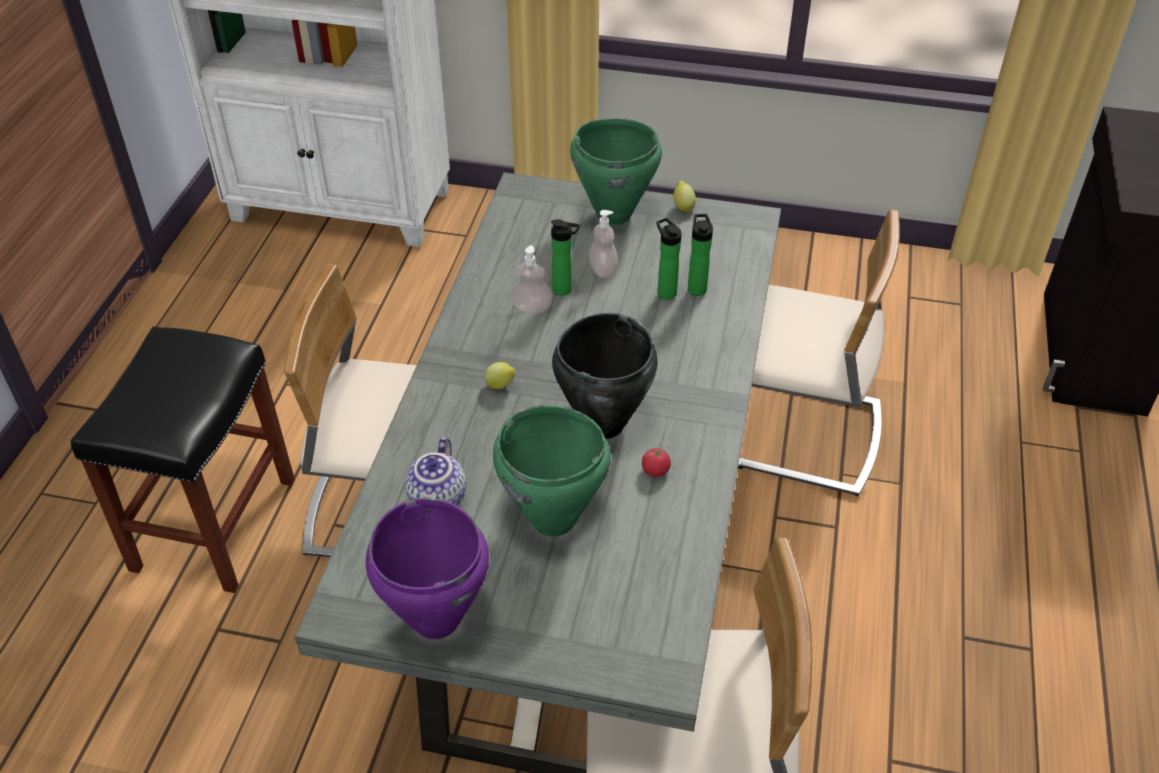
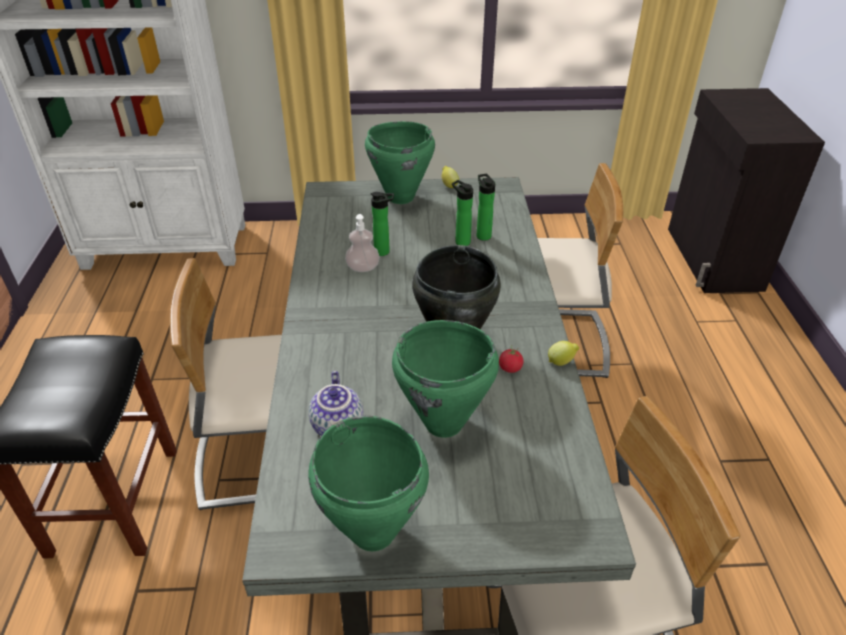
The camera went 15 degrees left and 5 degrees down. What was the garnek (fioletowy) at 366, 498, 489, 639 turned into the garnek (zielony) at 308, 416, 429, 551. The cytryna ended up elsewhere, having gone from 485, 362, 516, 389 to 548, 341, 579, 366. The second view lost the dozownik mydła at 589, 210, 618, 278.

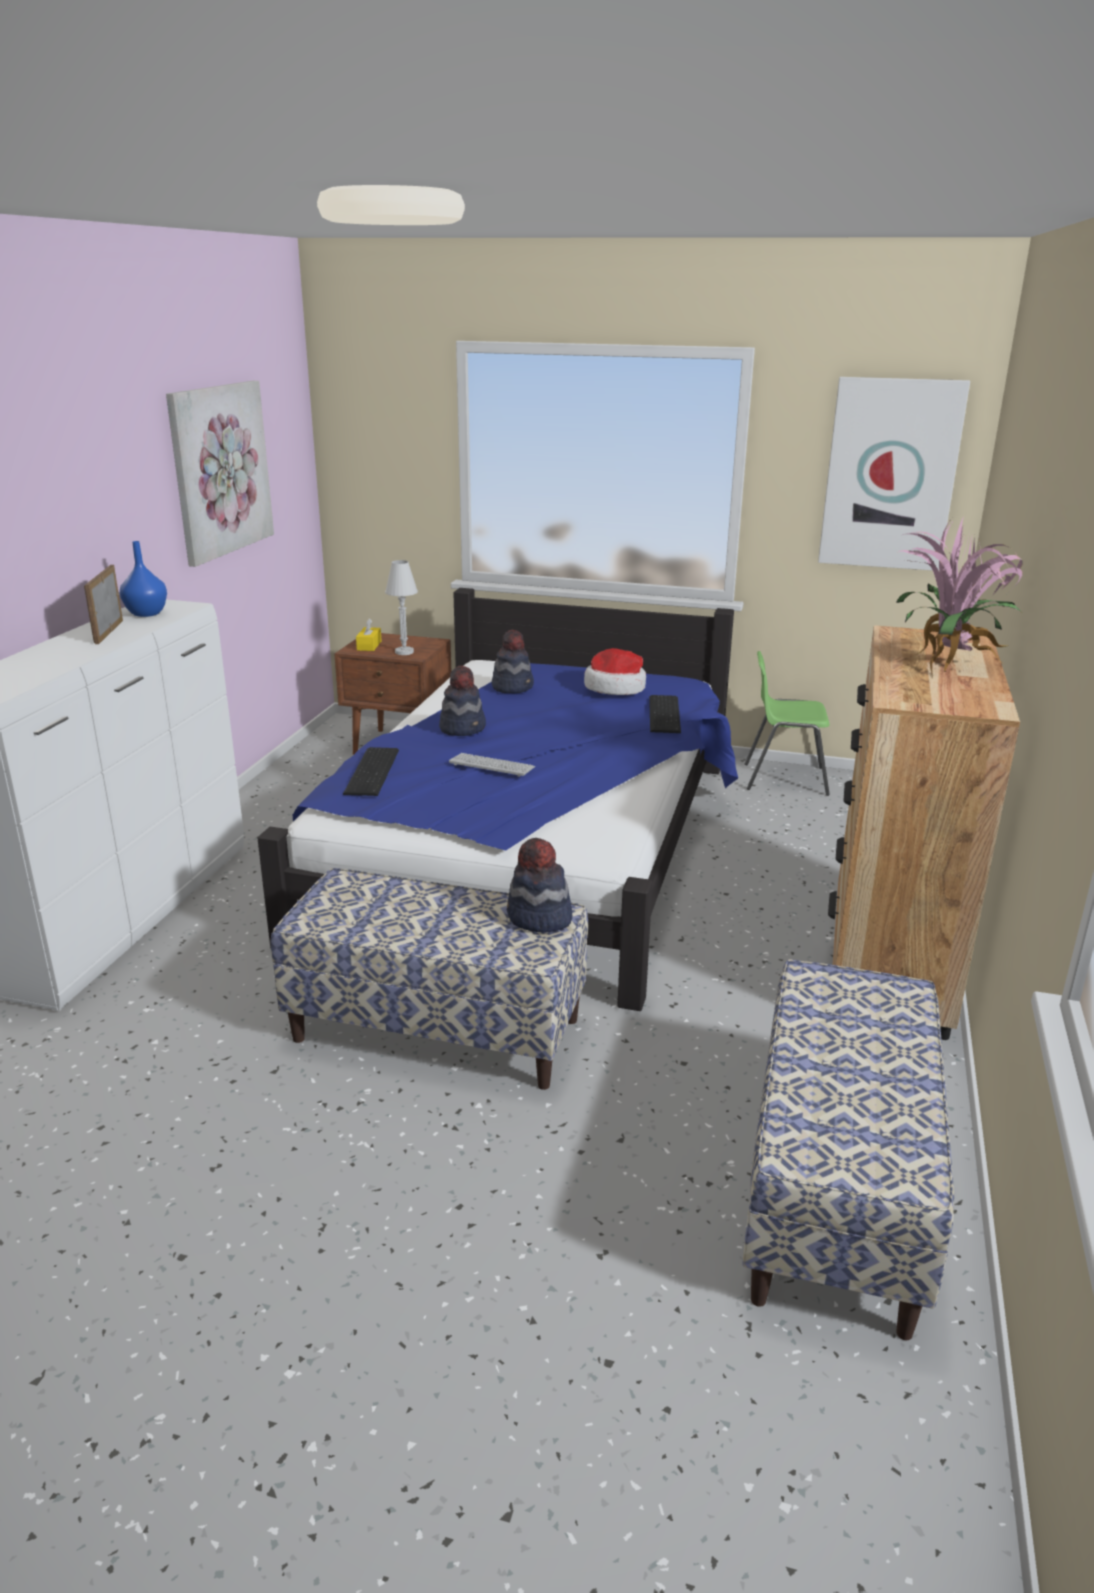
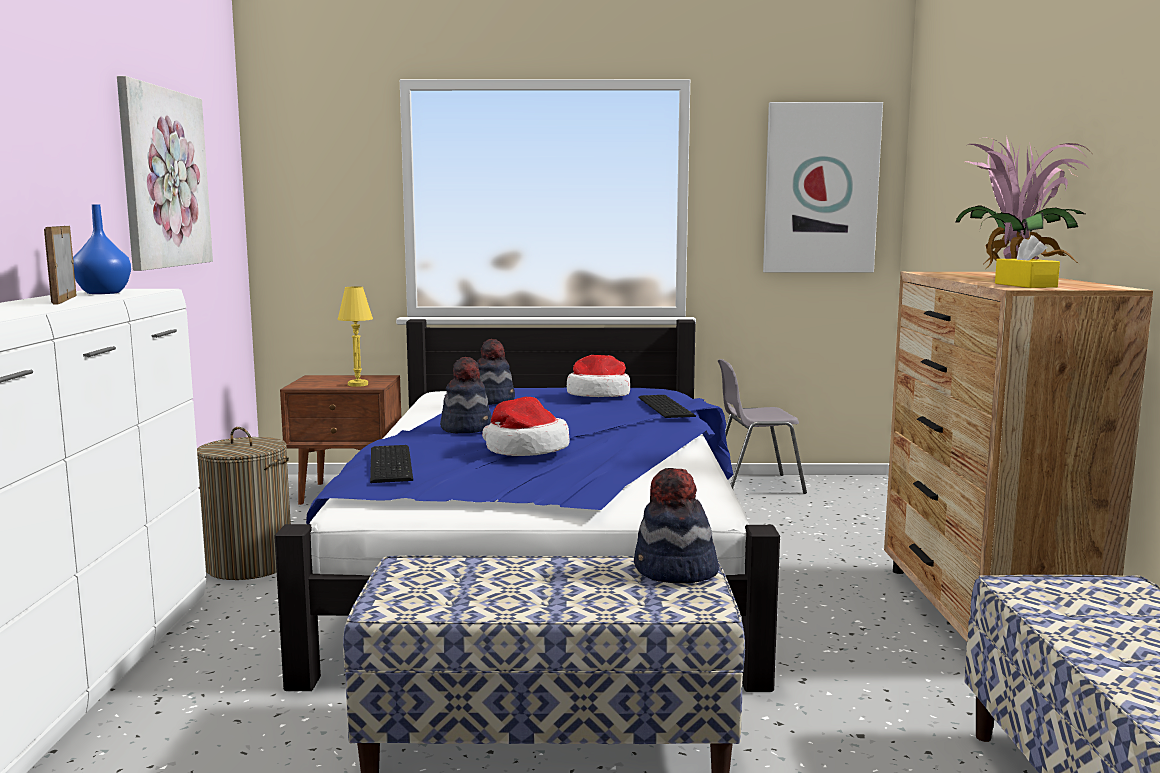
The camera went 15 degrees left and 15 degrees down. The second view gained the kosz na pranie at 197, 427, 291, 580. What was the lampa stołowa (biały) at 385, 560, 418, 655 turned into the lampa stołowa (żółty) at 338, 286, 373, 387. Where the klawiatura stood at 449, 753, 535, 777, the kapelusz came to stand at 482, 397, 569, 456. What was the krzesło (zielony) at 745, 651, 830, 796 turned into the krzesło (szary) at 718, 359, 807, 494. The pudełko chusteczek (żółty) ended up elsewhere, having gone from 356, 619, 381, 651 to 995, 235, 1060, 288.

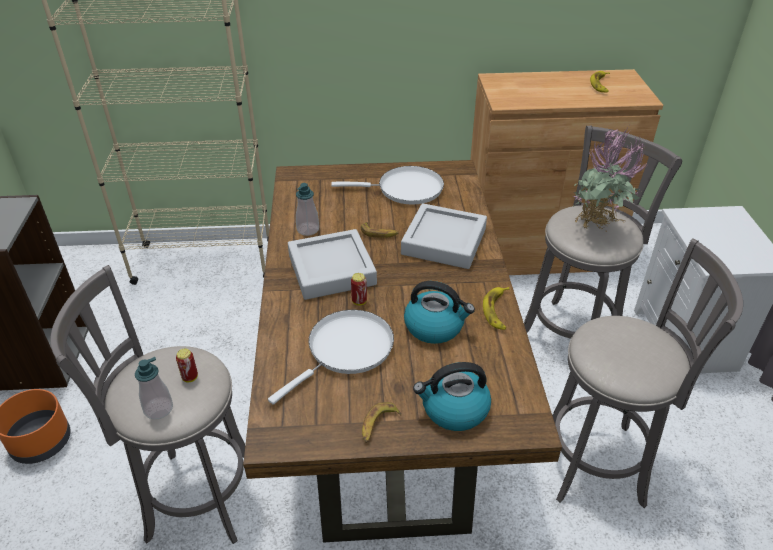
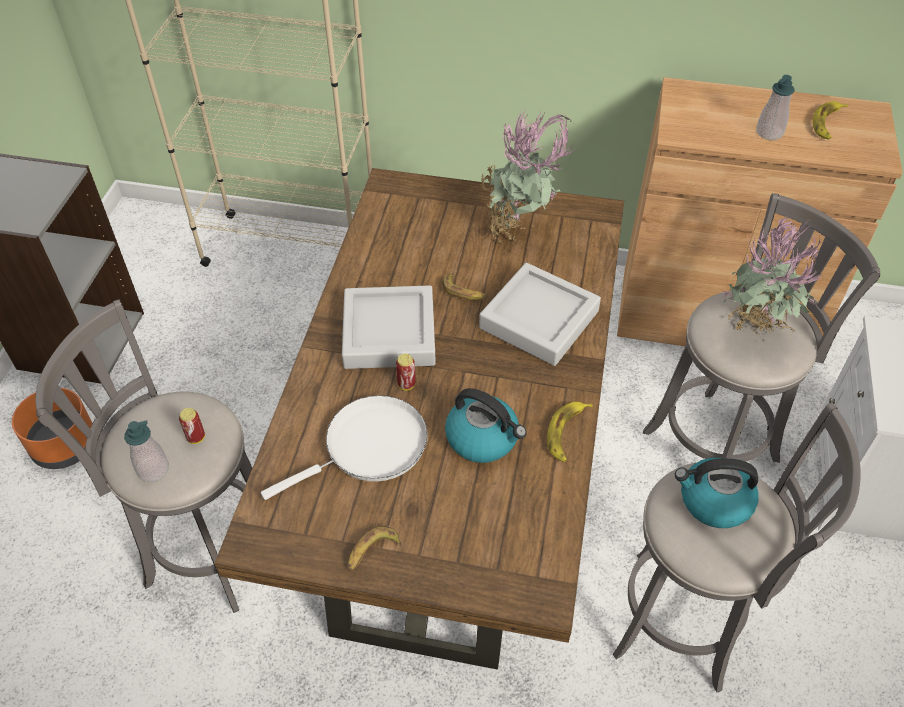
The camera went 15 degrees right and 10 degrees up. Where the patelnia (biały) stood at 331, 166, 444, 205, the roślina doniczkowa came to stand at 481, 110, 577, 244. The czajnik ended up elsewhere, having gone from 413, 362, 491, 431 to 675, 458, 759, 528. The dozownik mydła ended up elsewhere, having gone from 296, 183, 319, 236 to 756, 75, 794, 140.

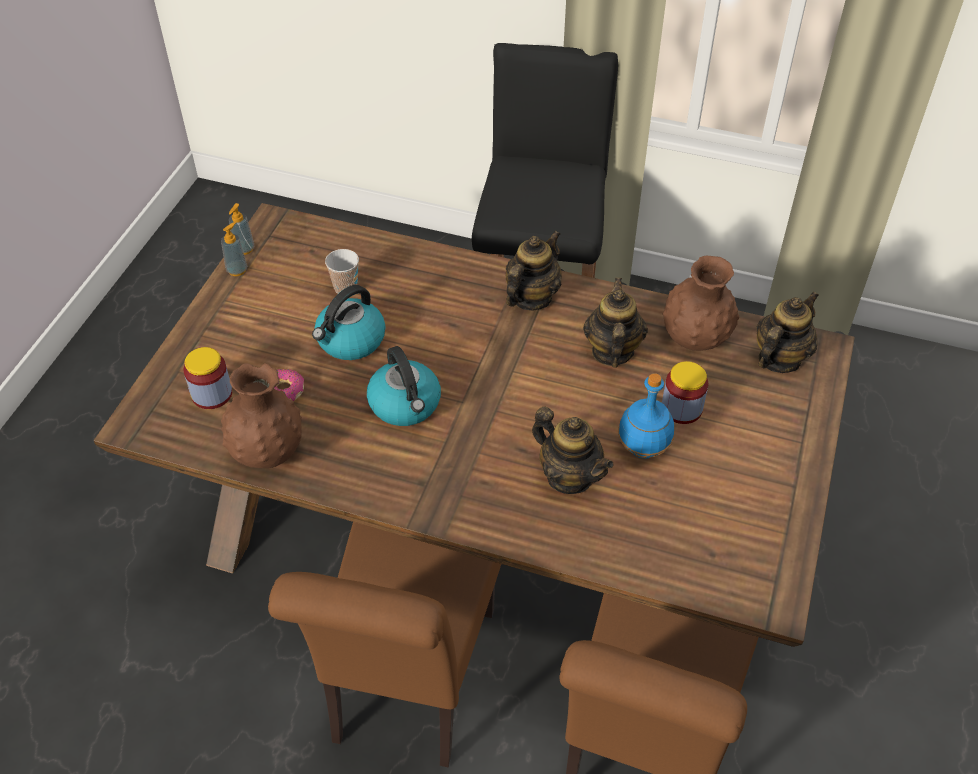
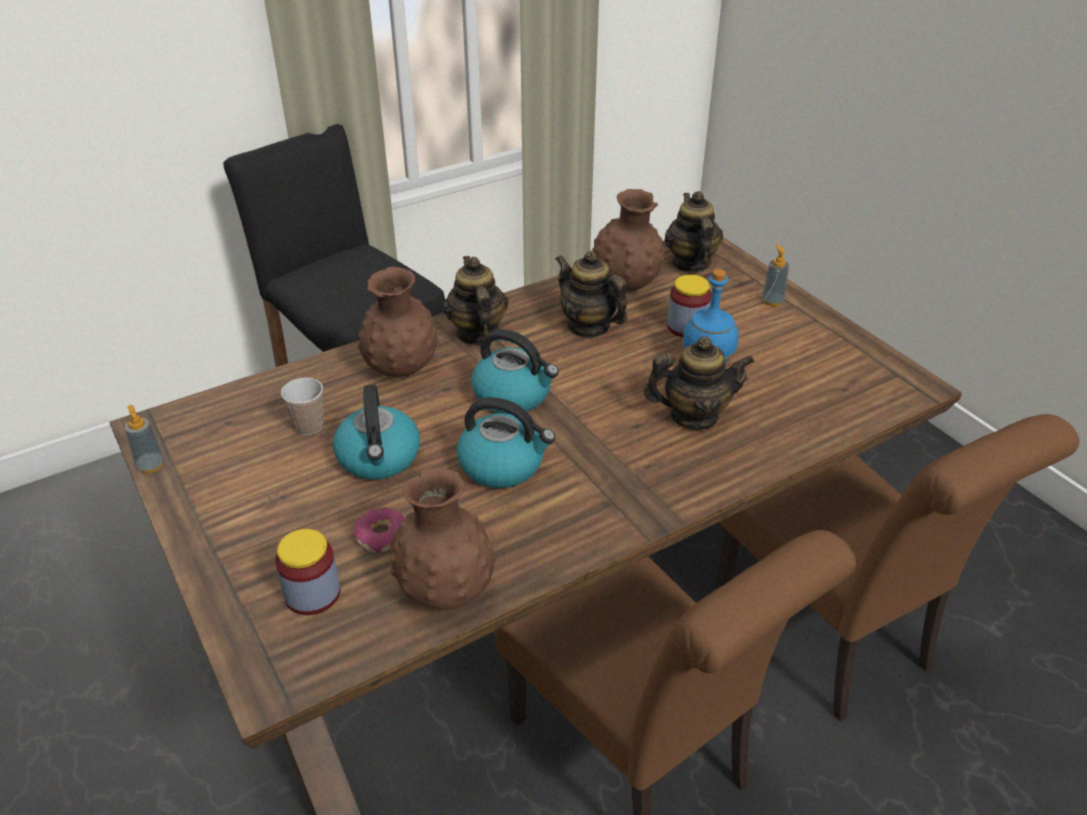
The camera went 50 degrees left and 10 degrees down. The second view gained the wazon (brązowy) at 358, 267, 439, 377. The second view gained the czajnik at 471, 329, 559, 414. The dozownik mydła ended up elsewhere, having gone from 221, 222, 247, 276 to 762, 244, 789, 306.

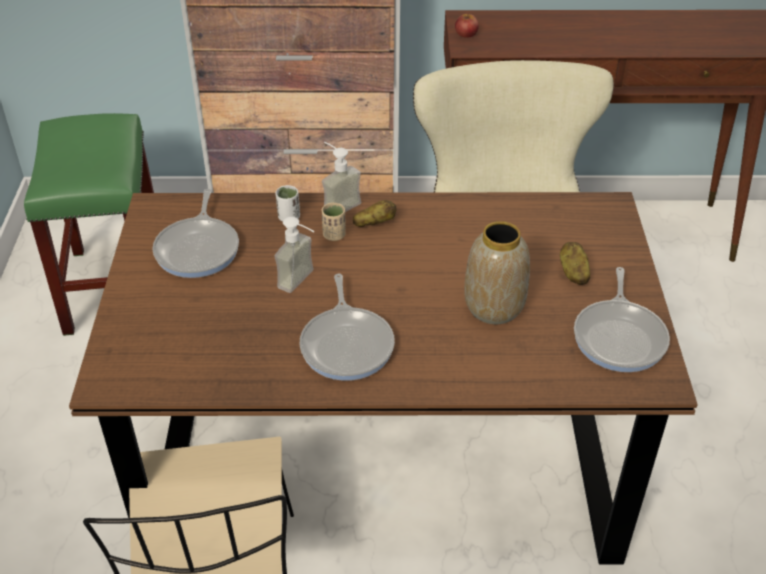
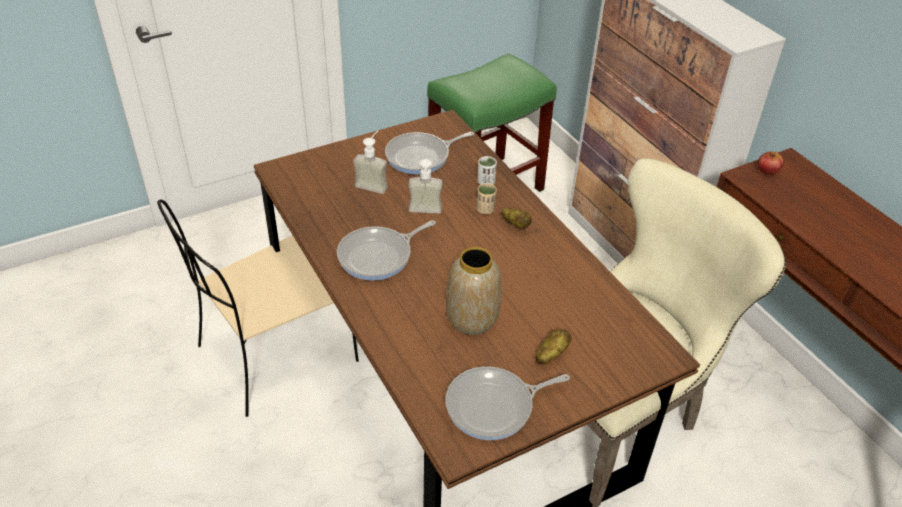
The camera went 60 degrees right and 0 degrees up. The dozownik mydła ended up elsewhere, having gone from 322, 142, 361, 212 to 353, 131, 388, 194.

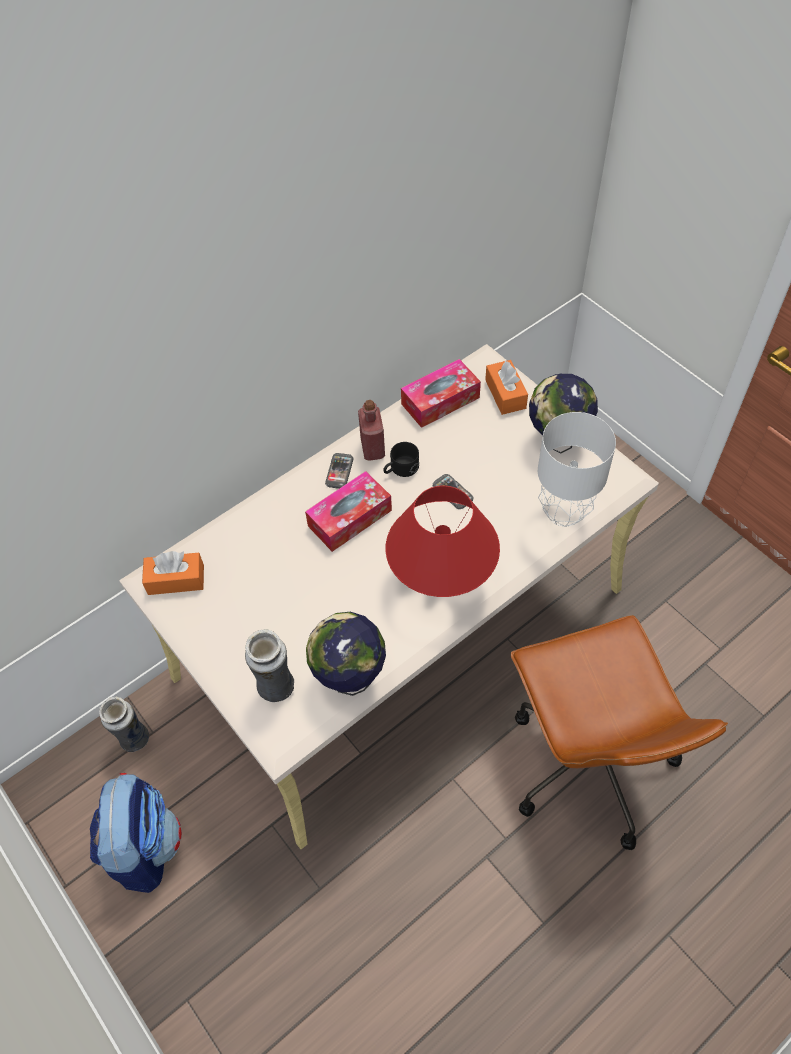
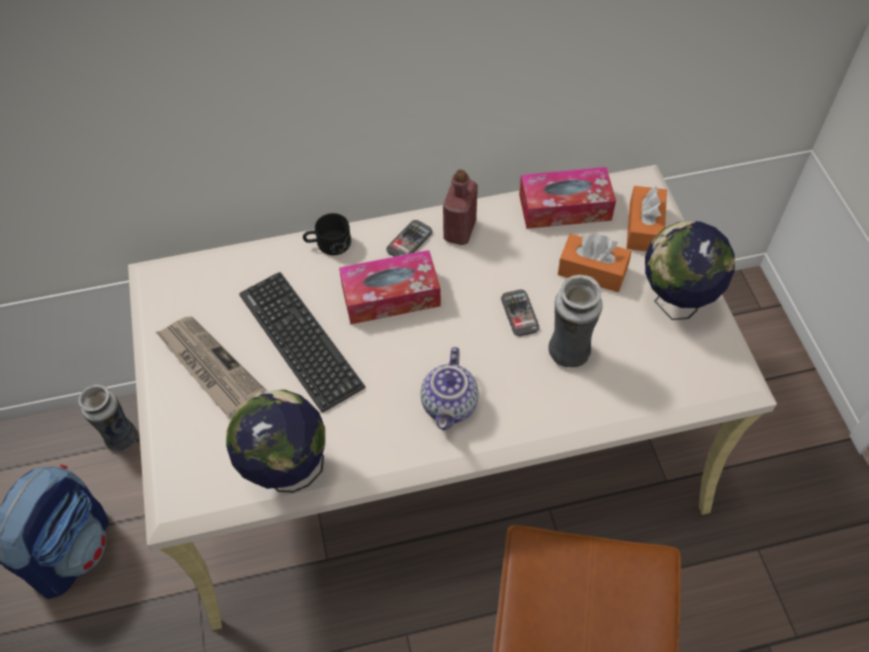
The camera went 25 degrees right and 0 degrees up. The second view gained the gazeta at 156, 317, 267, 416. The second view gained the klawiatura at 239, 272, 365, 412. The kubek (czarny) ended up elsewhere, having gone from 383, 442, 419, 477 to 303, 213, 351, 255. Where the lampa stołowa (czerwony) stood at 385, 486, 500, 597, the imbryk came to stand at 420, 347, 479, 430. The wazon ended up elsewhere, having gone from 245, 629, 294, 702 to 548, 275, 603, 367. The pudełko chusteczek (pomarańczowy) ended up elsewhere, having gone from 142, 551, 204, 595 to 558, 234, 631, 292. The second view lost the lampa stołowa (biały) at 538, 412, 616, 527.

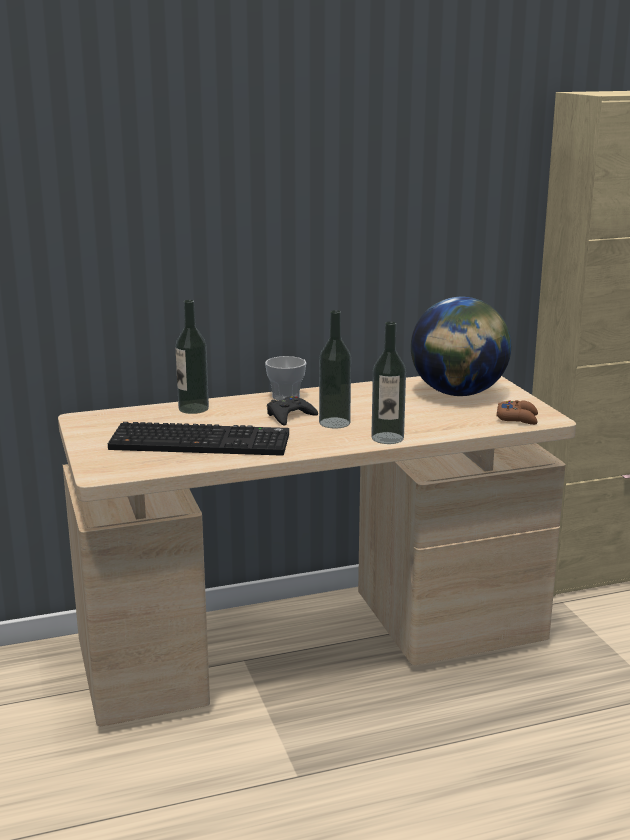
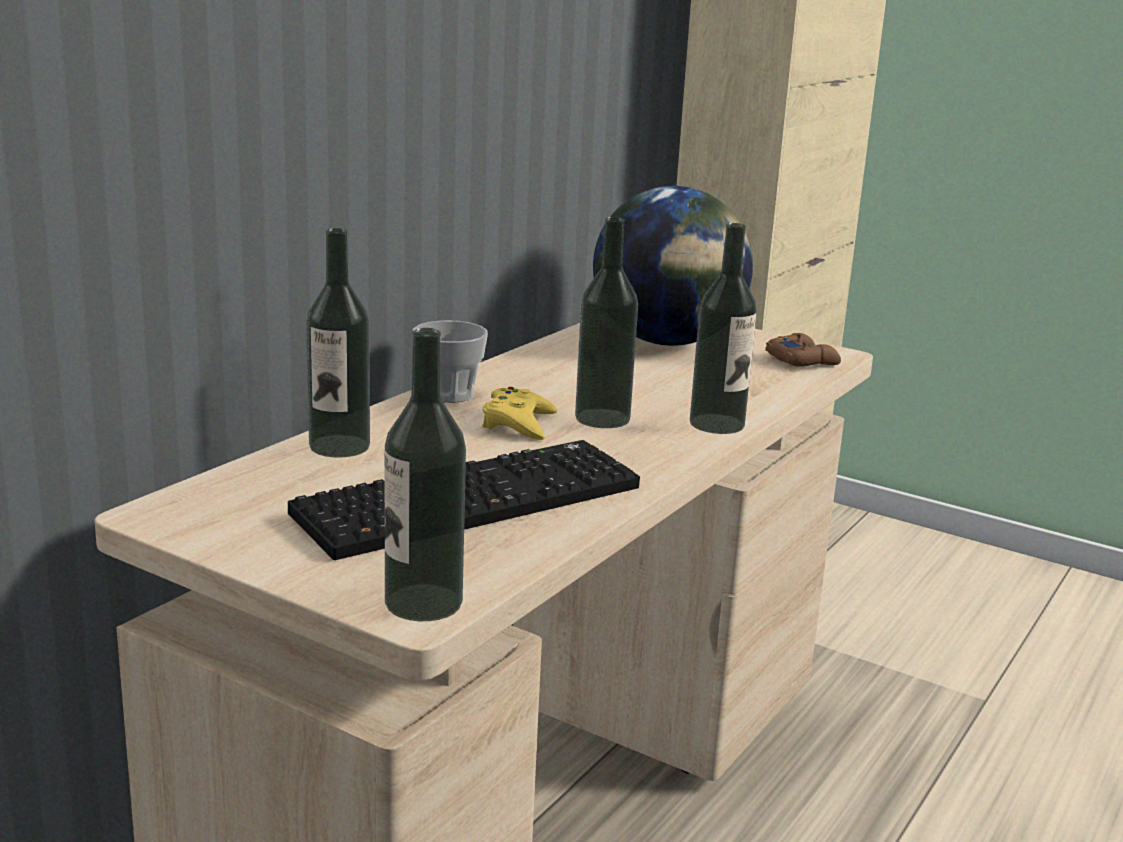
The camera went 40 degrees left and 0 degrees up. The second view gained the butelka at 385, 328, 466, 621. What was the pad do gier (czarny) at 267, 396, 318, 426 turned into the pad do gier (żółty) at 482, 387, 557, 440.

